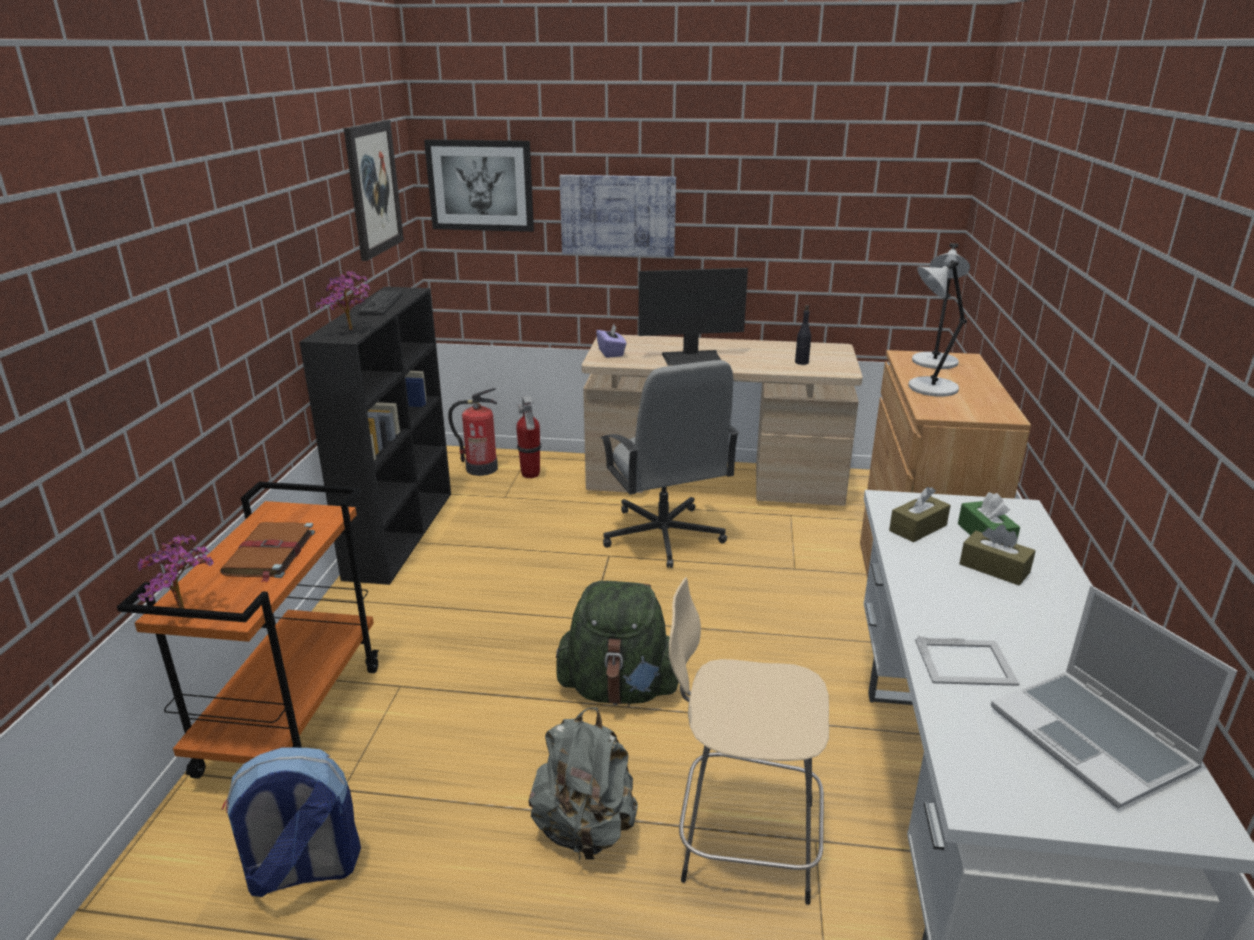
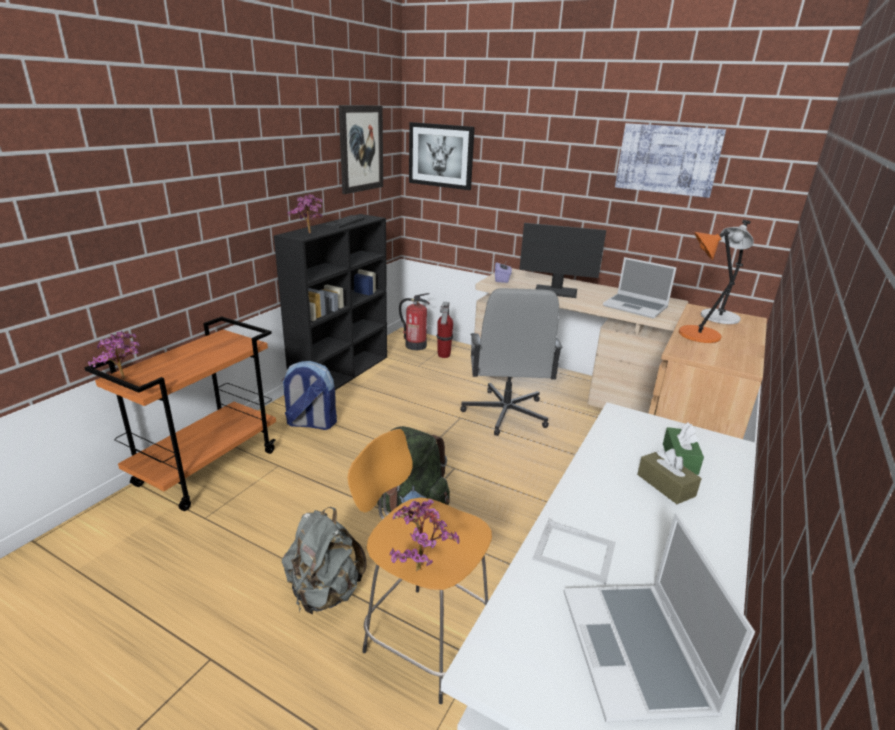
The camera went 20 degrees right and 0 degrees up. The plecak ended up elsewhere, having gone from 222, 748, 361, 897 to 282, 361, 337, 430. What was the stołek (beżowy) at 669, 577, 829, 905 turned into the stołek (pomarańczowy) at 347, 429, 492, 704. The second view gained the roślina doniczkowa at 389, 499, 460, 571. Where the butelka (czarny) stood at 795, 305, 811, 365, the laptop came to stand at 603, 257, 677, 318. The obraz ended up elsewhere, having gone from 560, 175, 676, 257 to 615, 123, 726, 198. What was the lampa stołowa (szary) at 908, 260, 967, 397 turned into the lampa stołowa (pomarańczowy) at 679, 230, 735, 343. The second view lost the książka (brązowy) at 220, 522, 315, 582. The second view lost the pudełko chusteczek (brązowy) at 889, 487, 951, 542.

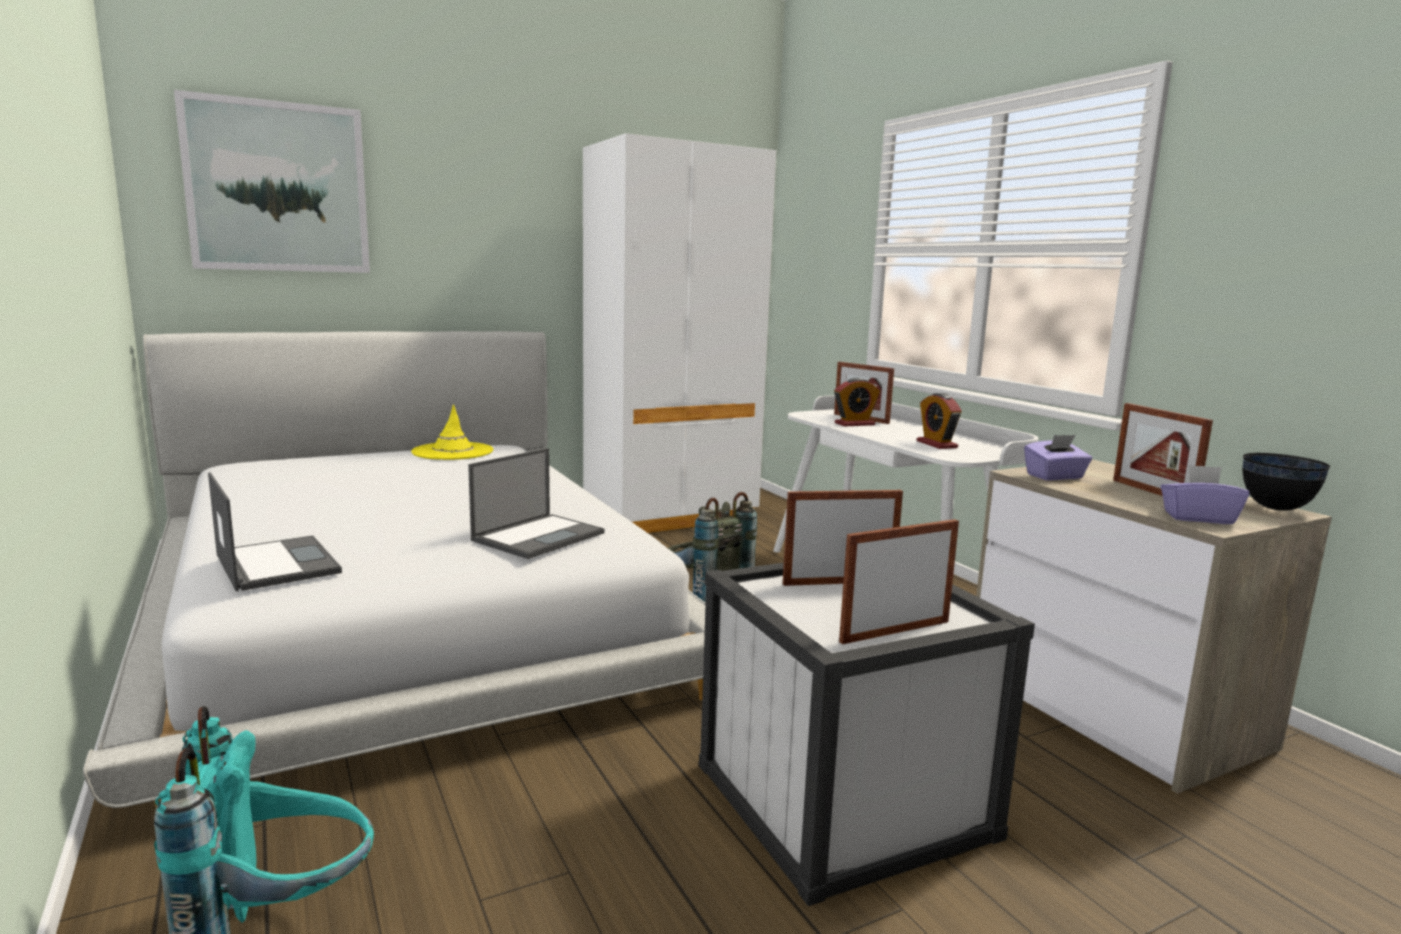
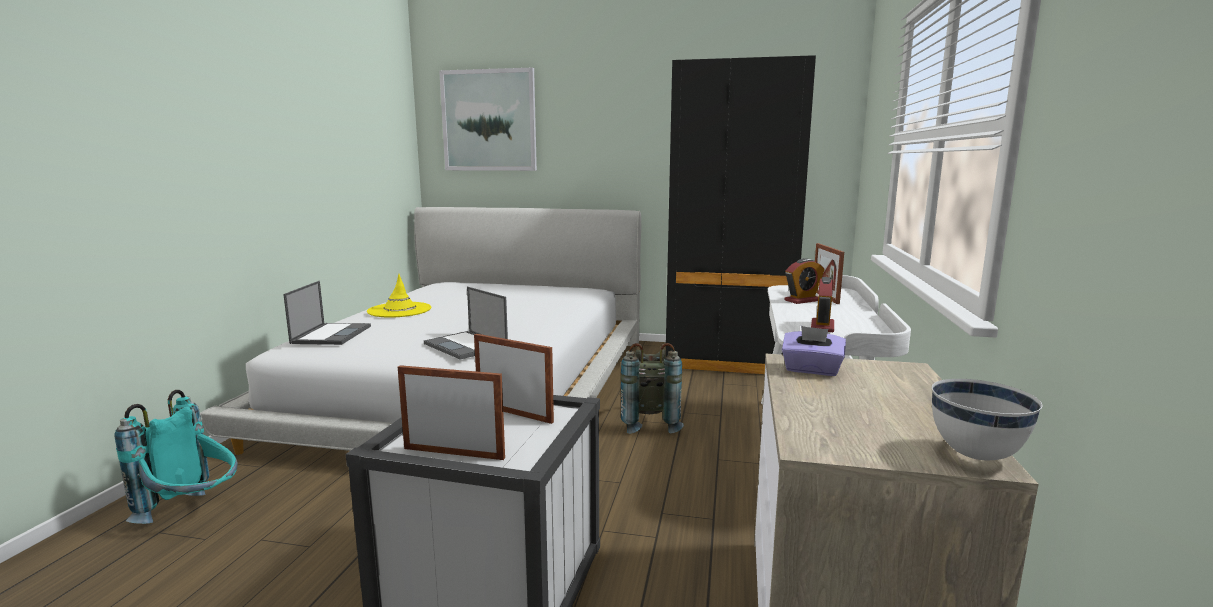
The camera went 40 degrees right and 0 degrees up. The kapelusz (żółty) ended up elsewhere, having gone from 411, 404, 493, 460 to 367, 274, 431, 318. The laptop at 468, 448, 604, 559 ended up facing another way, 60 degrees clockwise from before. What was the szafa (biały) at 583, 133, 776, 533 turned into the szafa (czarny) at 665, 55, 816, 374. The budzik at 834, 378, 880, 427 ended up facing another way, 45 degrees counterclockwise from before. What was the miska (czarny) at 1242, 453, 1331, 511 turned into the miska (biały) at 932, 379, 1042, 460. The second view lost the ramka na zdjęcie at 1113, 403, 1213, 496. The second view lost the pudełko chusteczek (fioletowy) at 1161, 465, 1249, 524.

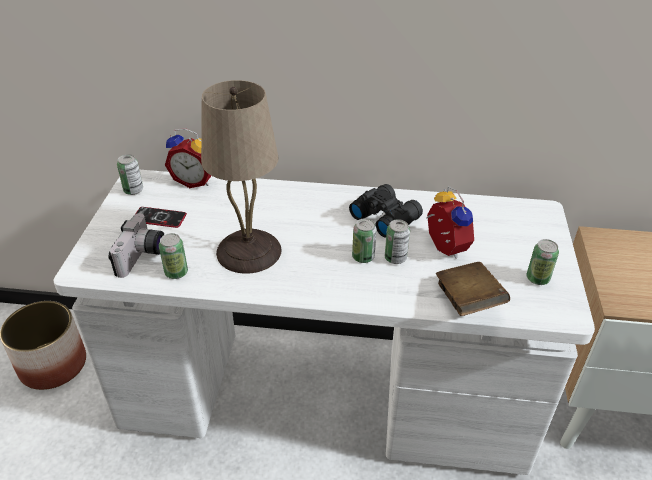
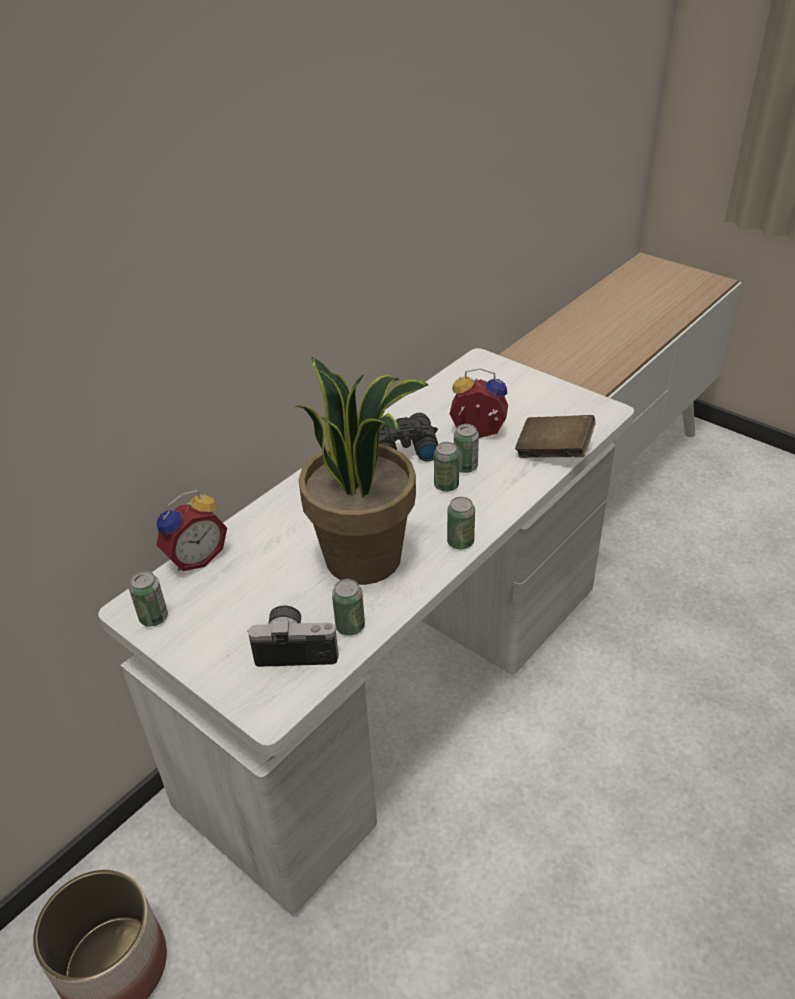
The camera went 55 degrees left and 0 degrees up. The aparat fotograficzny at 108, 213, 164, 278 ended up facing another way, 45 degrees counterclockwise from before. Where the lampa stołowa (beżowy) stood at 201, 80, 282, 274, the roślina doniczkowa came to stand at 294, 356, 429, 585. The puszka ended up elsewhere, having gone from 527, 239, 559, 285 to 447, 497, 475, 550. The second view lost the telefon at 135, 207, 187, 228.

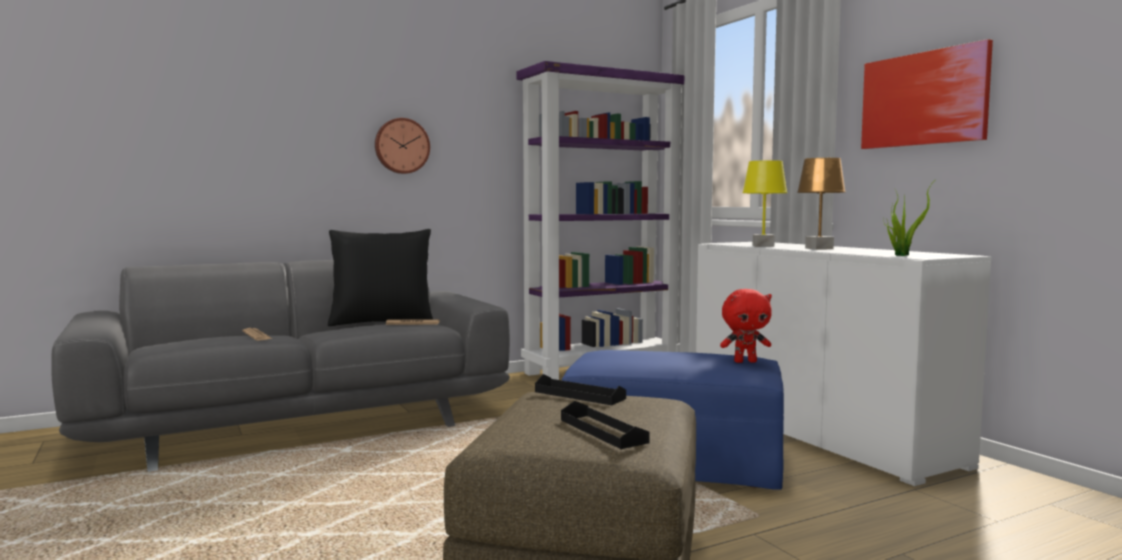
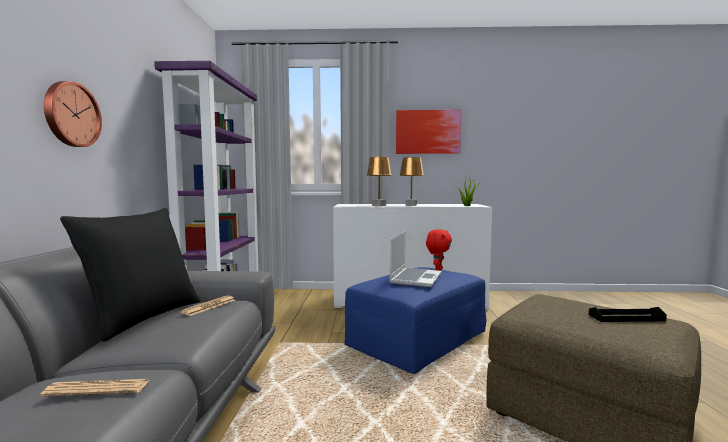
The camera went 60 degrees left and 0 degrees up. What was the lampa stołowa (żółty) at 742, 160, 787, 247 turned into the lampa stołowa (brązowy) at 367, 157, 392, 206. The second view gained the laptop at 389, 231, 442, 287. The second view lost the taca (czarny) at 535, 374, 626, 405.

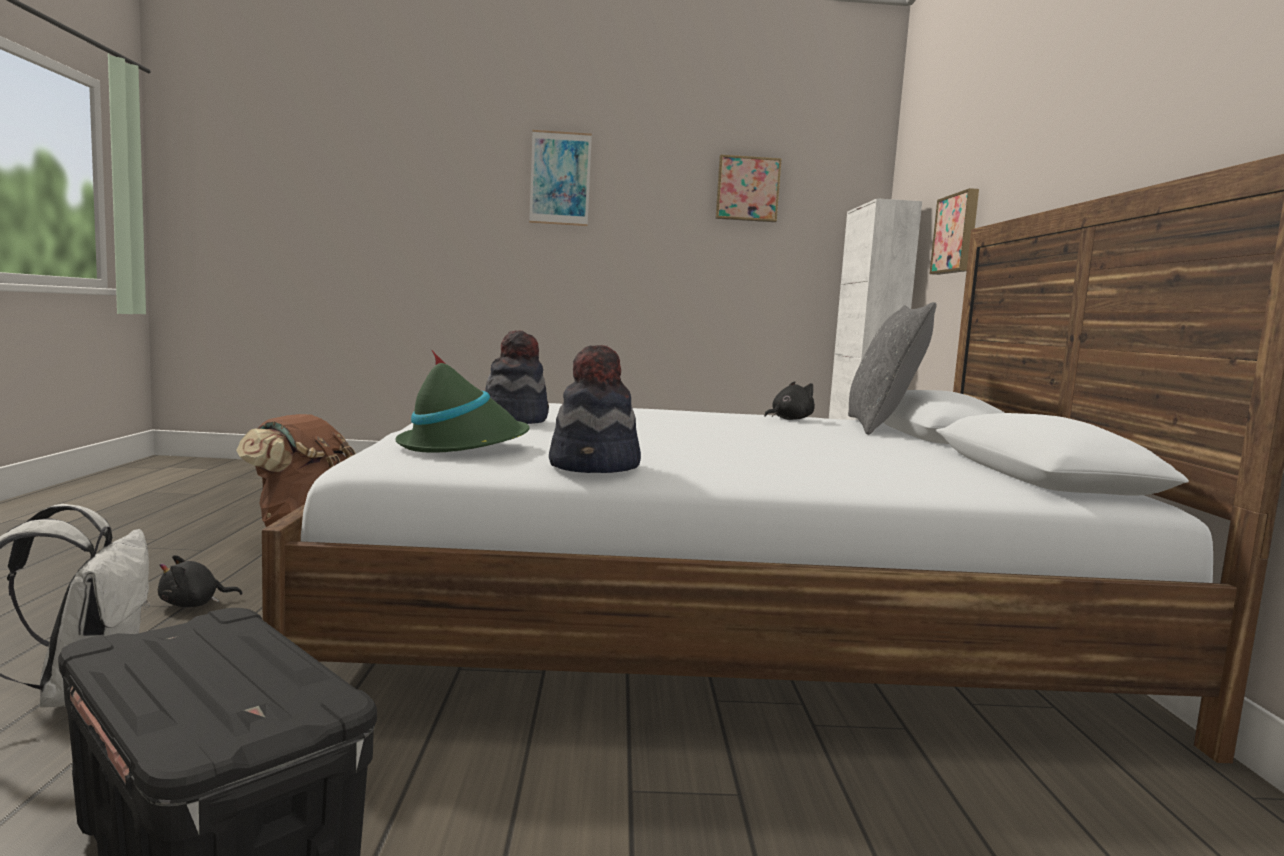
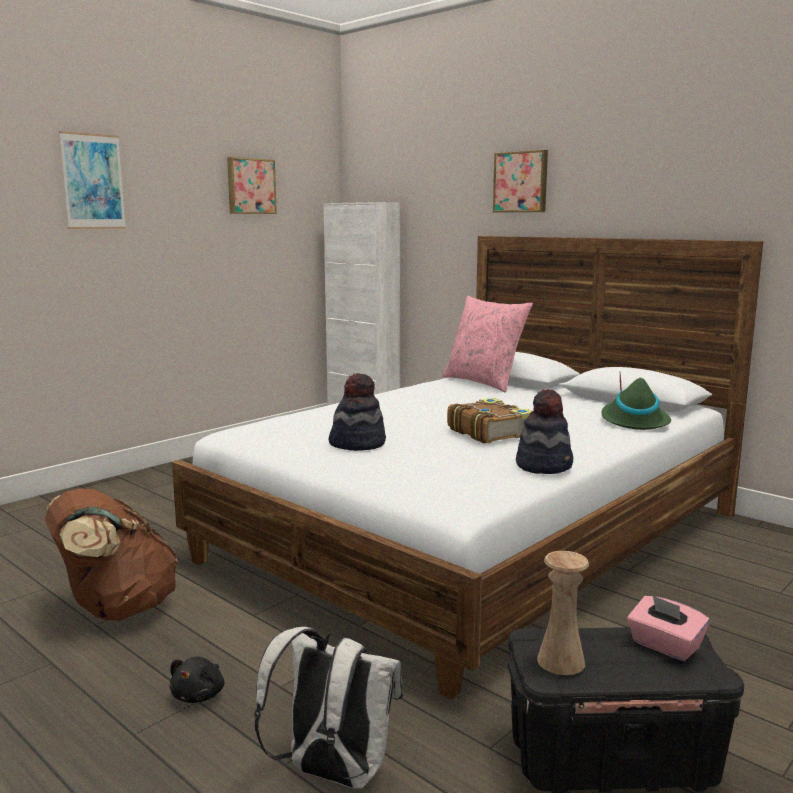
The camera went 45 degrees left and 5 degrees up. What was the poduszka (szary) at 848, 302, 937, 435 turned into the poduszka (różowy) at 443, 296, 533, 393. The second view gained the książka at 447, 398, 532, 443. The obraz ended up elsewhere, having gone from 930, 188, 979, 275 to 493, 150, 548, 212. The second view gained the wazon (beżowy) at 537, 551, 589, 675. The kapelusz (zielony) ended up elsewhere, having gone from 395, 350, 530, 453 to 601, 374, 671, 430. The second view gained the pudełko chusteczek (różowy) at 627, 595, 710, 661. The second view lost the pluszak (czarny) at 764, 381, 815, 420.

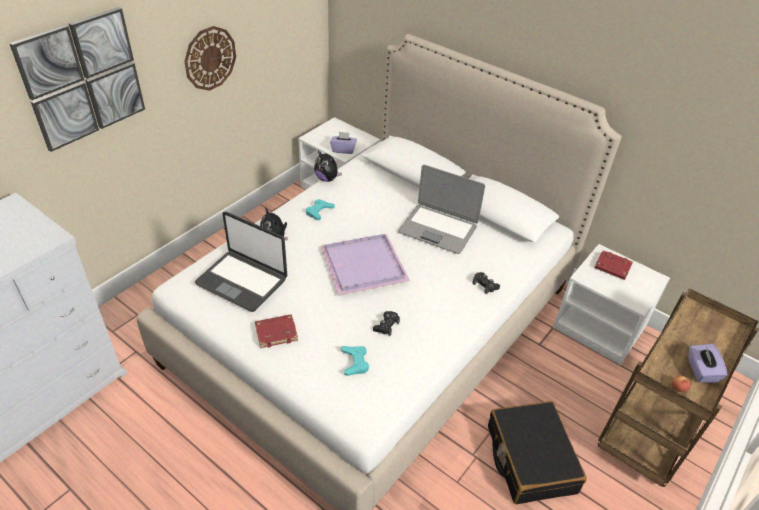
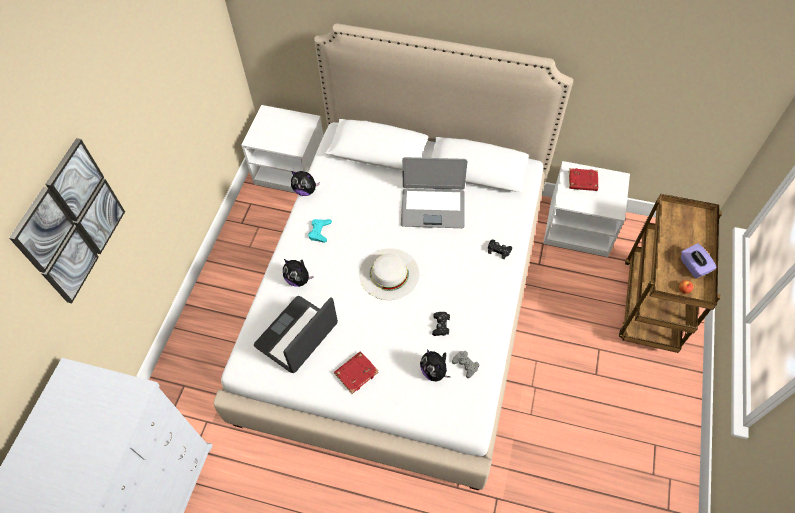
The camera went 20 degrees left and 15 degrees up. The laptop at 195, 212, 287, 312 ended up facing another way, 120 degrees clockwise from before. Where the taca (fioletowy) stood at 320, 234, 410, 296, the kapelusz (biały) came to stand at 359, 248, 419, 300. Where the pad do gier (turkusowy) stood at 341, 346, 369, 376, the pluszak came to stand at 420, 349, 451, 382. The second view gained the pad do gier (szary) at 452, 351, 479, 378. The second view lost the zegar ścienny at 184, 26, 236, 91. The second view lost the pudełko chusteczek (fioletowy) at 330, 132, 357, 154. The second view lost the walizka (czarny) at 488, 401, 587, 504.

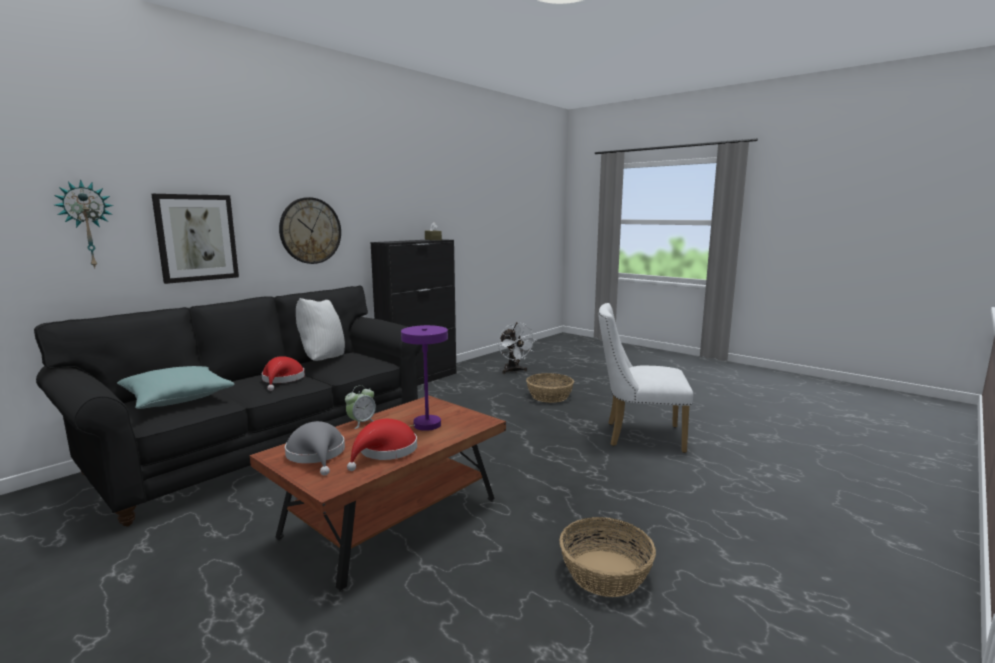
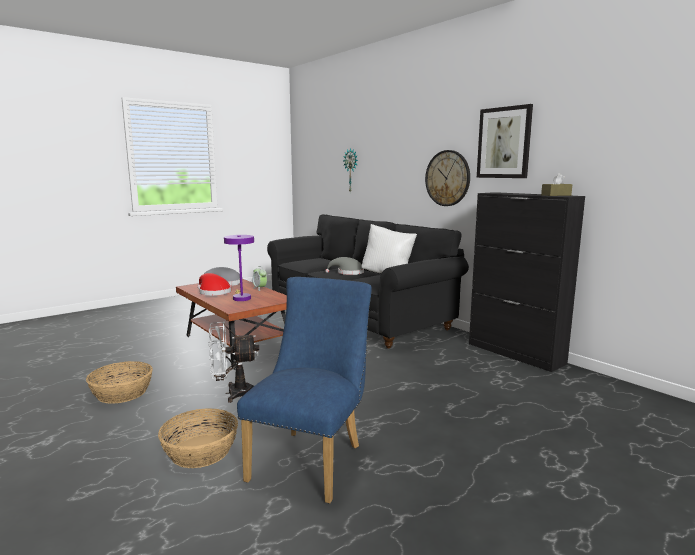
The camera went 100 degrees right and 0 degrees up. The koszyk ended up elsewhere, having gone from 526, 373, 574, 403 to 158, 408, 238, 468. The wentylator (biały) ended up elsewhere, having gone from 498, 322, 537, 374 to 209, 322, 259, 403. What was the krzesło (biały) at 598, 303, 693, 453 turned into the krzesło (niebieski) at 237, 277, 372, 503. What was the kapelusz (czerwony) at 262, 356, 305, 391 turned into the kapelusz (szary) at 325, 257, 364, 275. The obraz ended up elsewhere, having gone from 151, 194, 239, 284 to 477, 104, 533, 178. The second view lost the poduszka (turkusowy) at 117, 366, 234, 409.

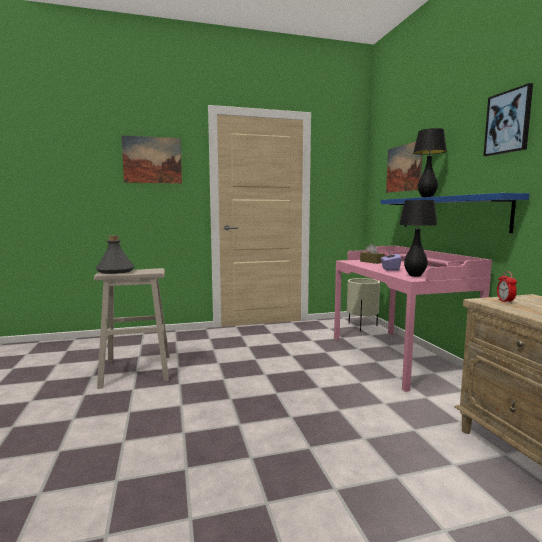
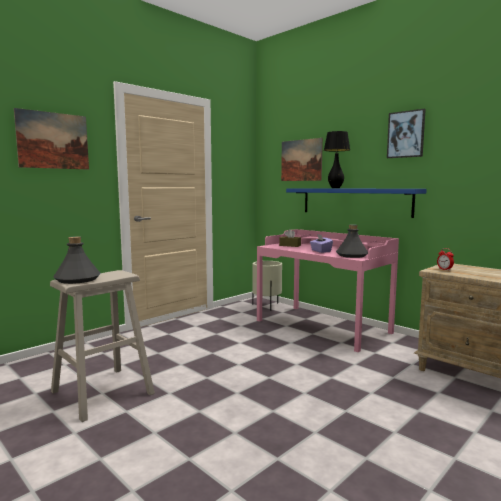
The camera went 30 degrees left and 0 degrees up. Where the lampa stołowa (czarny) stood at 399, 200, 437, 277, the butelka (szary) came to stand at 336, 224, 368, 258.

